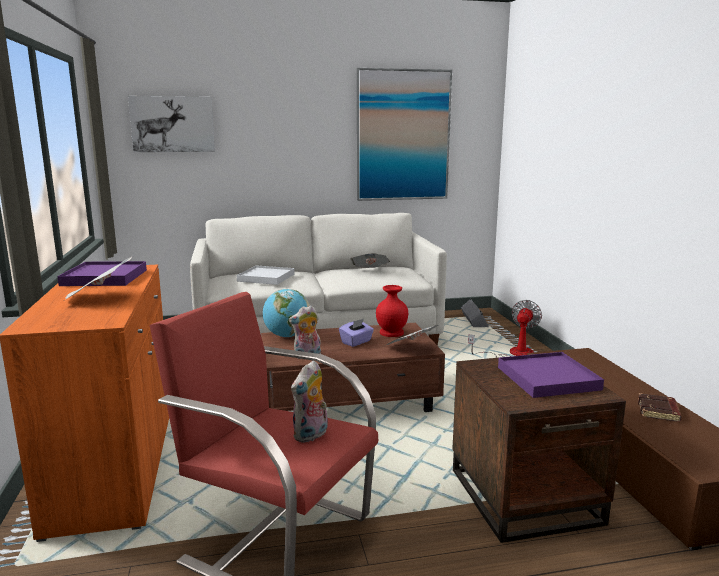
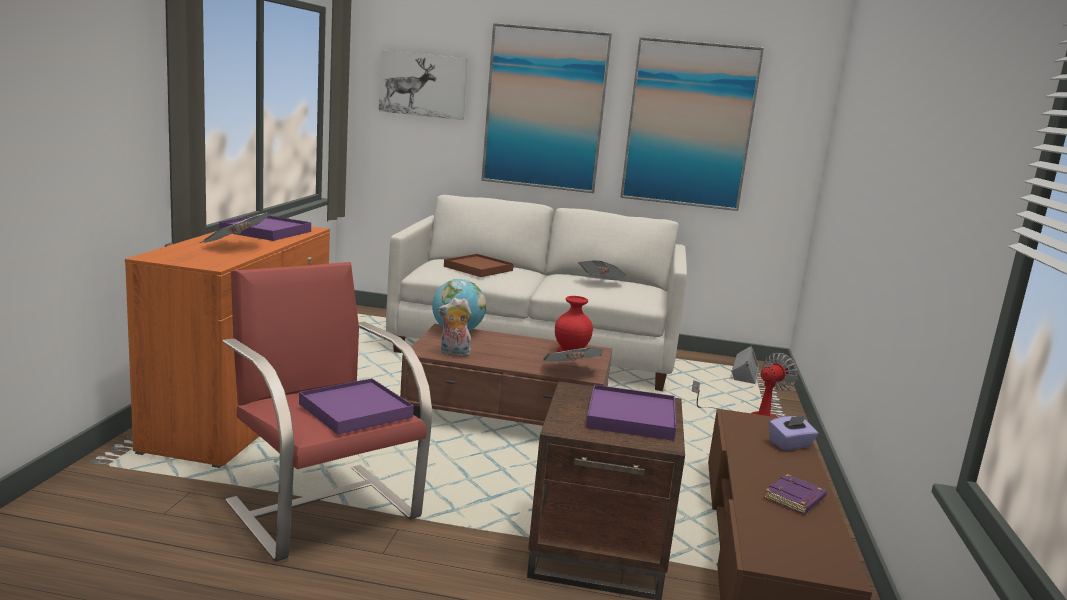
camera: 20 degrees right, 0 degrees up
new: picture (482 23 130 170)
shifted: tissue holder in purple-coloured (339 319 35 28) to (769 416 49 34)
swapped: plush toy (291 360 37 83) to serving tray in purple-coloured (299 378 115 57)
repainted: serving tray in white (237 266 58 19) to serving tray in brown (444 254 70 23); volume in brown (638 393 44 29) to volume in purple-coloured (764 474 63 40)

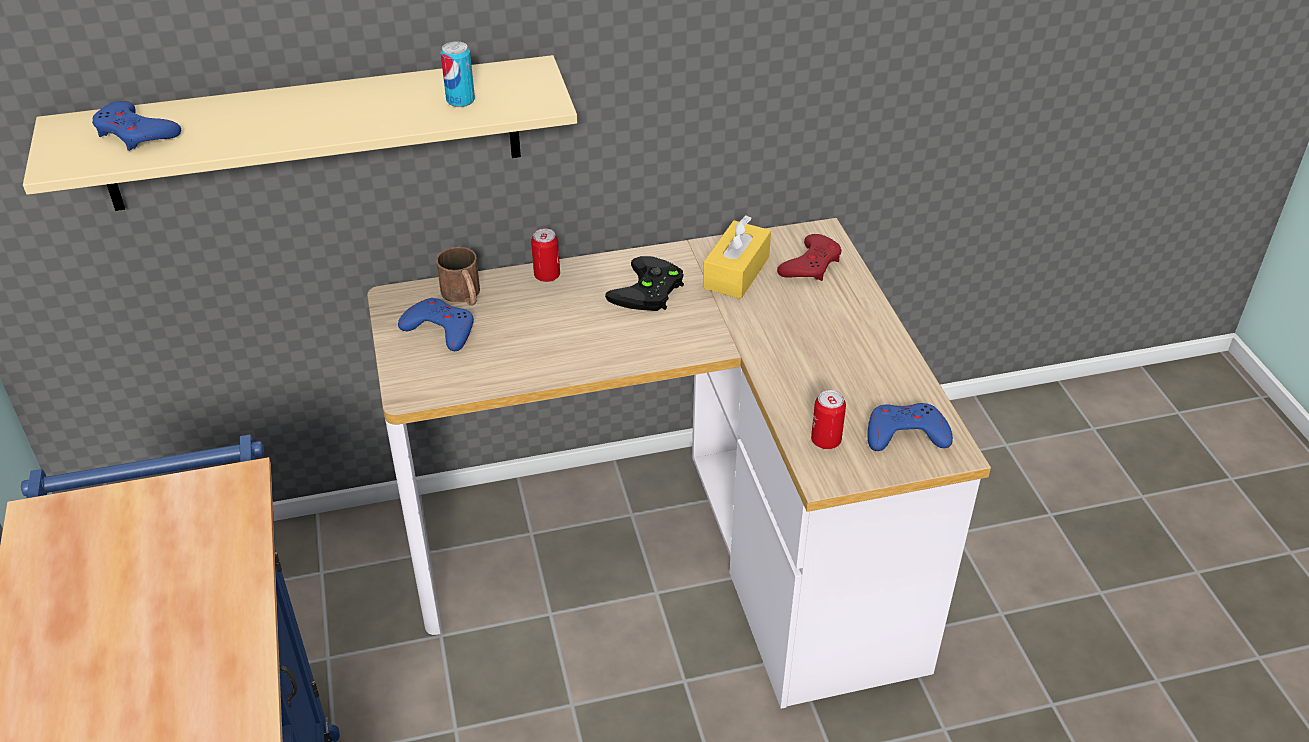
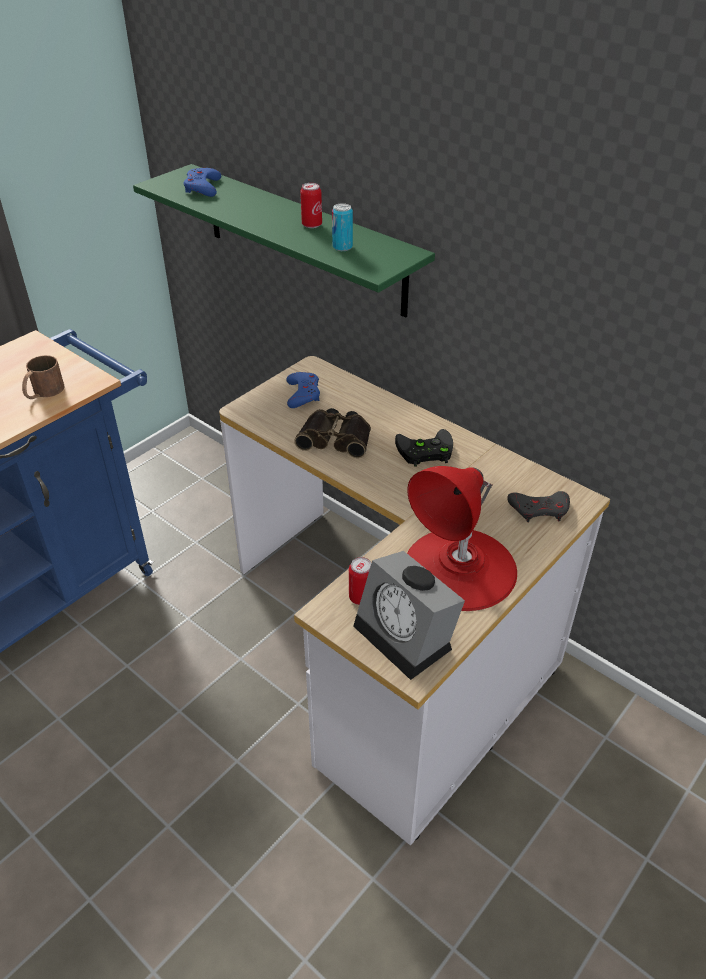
camera: 55 degrees right, 0 degrees up
gone: tissue holder in yellow (703 215 68 84)
new: binoculars (294 408 77 50); table lamp in red (407 466 110 145)
shifted: sealed can (531 228 29 54) to (300 183 22 45); coffee mug in brown (436 247 44 59) to (22 355 42 44)
swapped: joypad in blue (867 403 86 48) to alarm clock (353 551 112 129)
repainted: bracket shelf in beige (23 55 554 156) to bracket shelf in green-coloured (133 164 302 154); joypad in red (777 234 64 47) to joypad in grey (507 491 63 31)

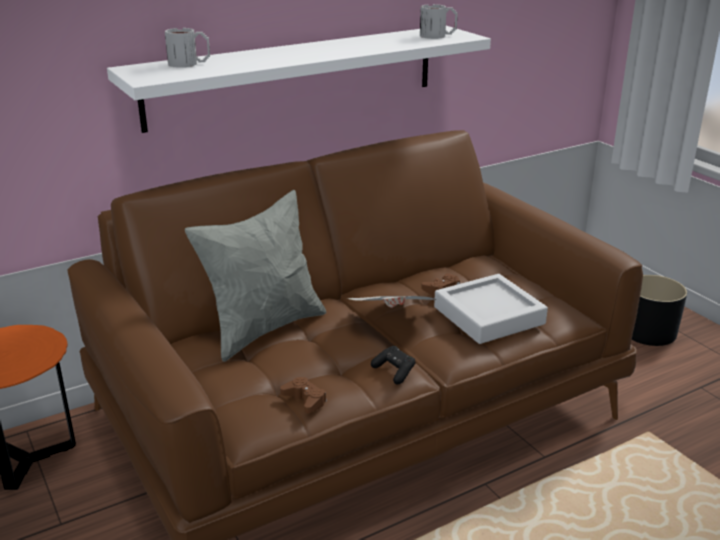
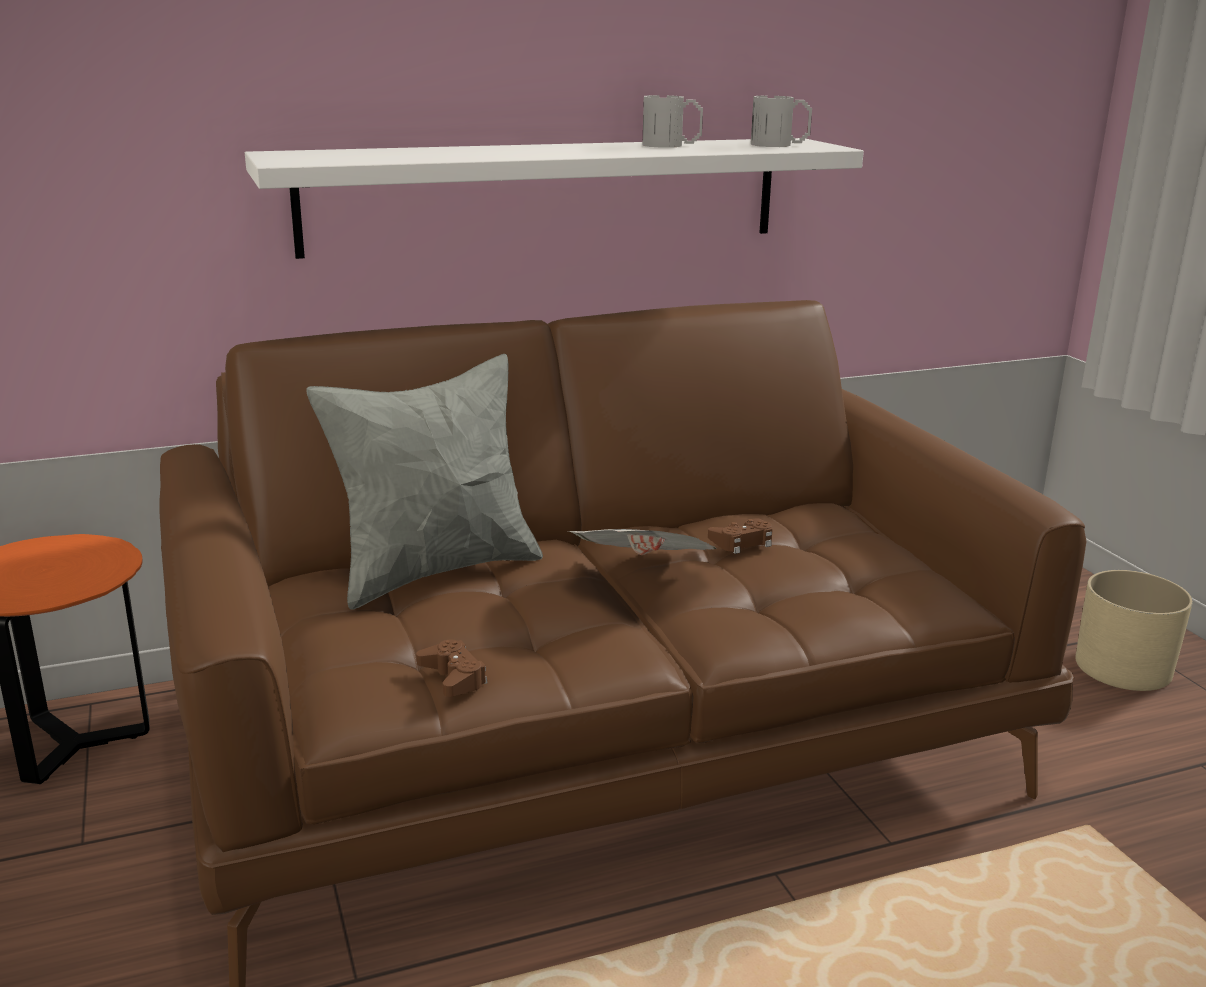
camera: 10 degrees right, 5 degrees down
gone: serving tray in grey (434 274 114 70); joypad in black-coloured (371 346 44 38)
shifted: coffee mug (165 28 45 40) to (642 95 61 53)
repainted: plant pot in black-coloured (632 275 55 71) to plant pot in beige (1075 570 118 121)

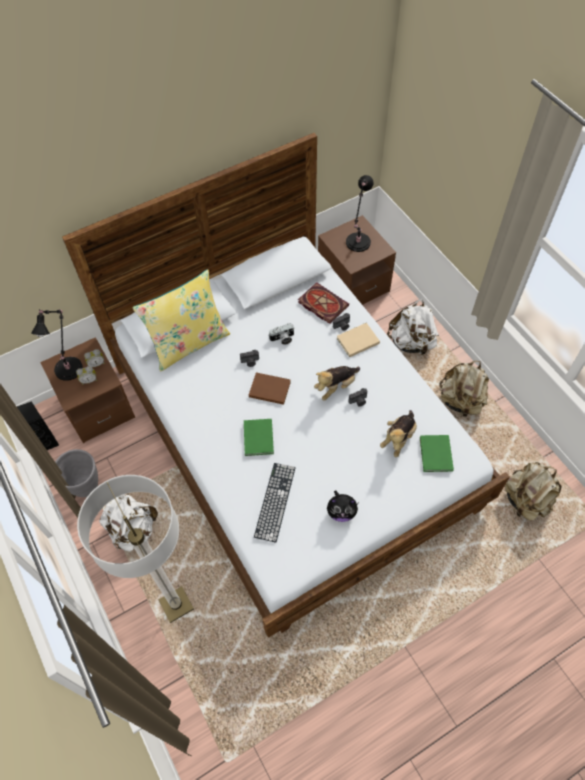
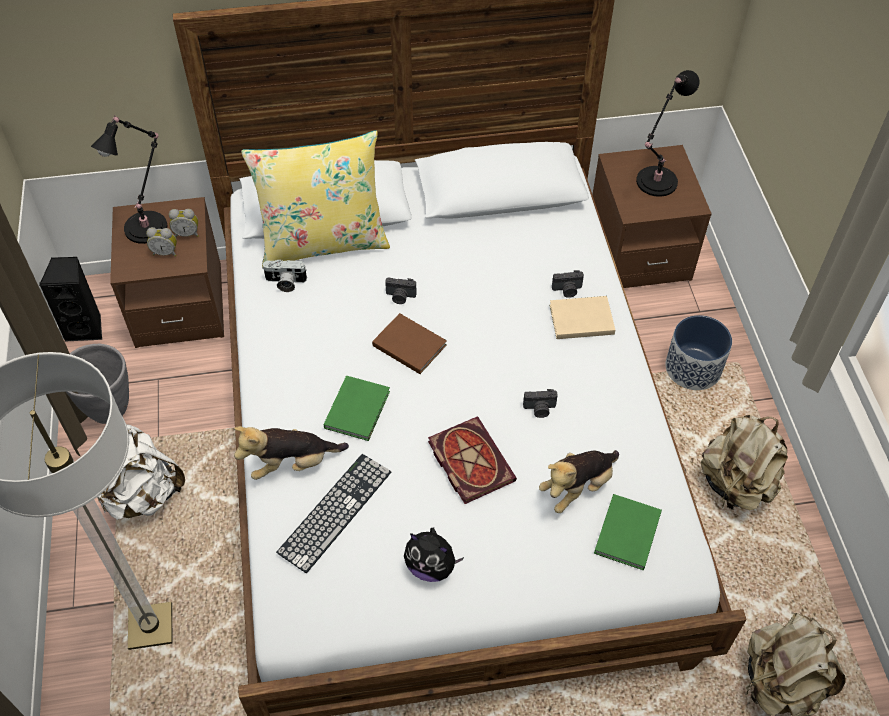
camera: 20 degrees right, 5 degrees down
shifted: volume (298 282 51 42) to (428 417 89 87); still camera (269 323 25 22) to (262 259 45 33); plush toy (314 366 46 34) to (234 426 115 54)
swapped: knapsack in white (387 299 52 56) to plant pot (665 315 67 75)

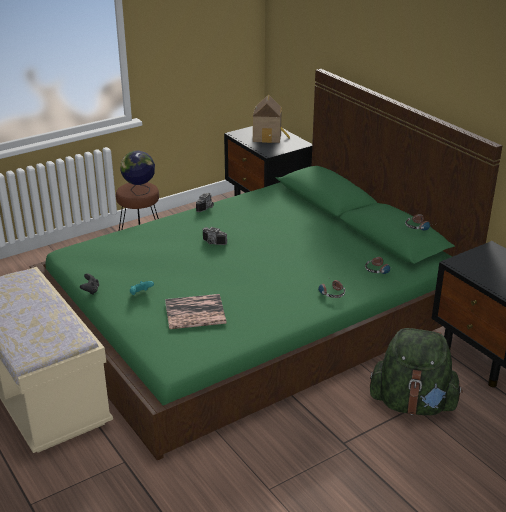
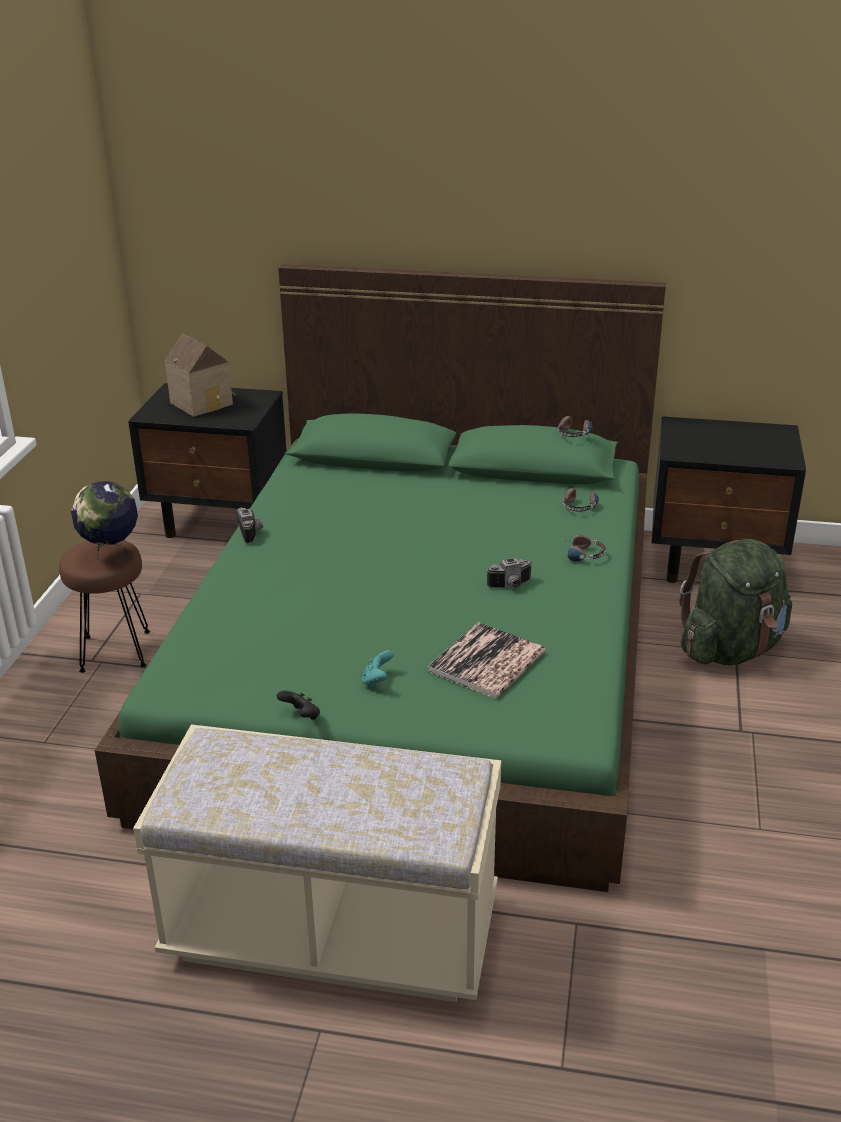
camera: 45 degrees left, 0 degrees up
shifted: still camera (202 227 25 18) to (487 557 45 31)

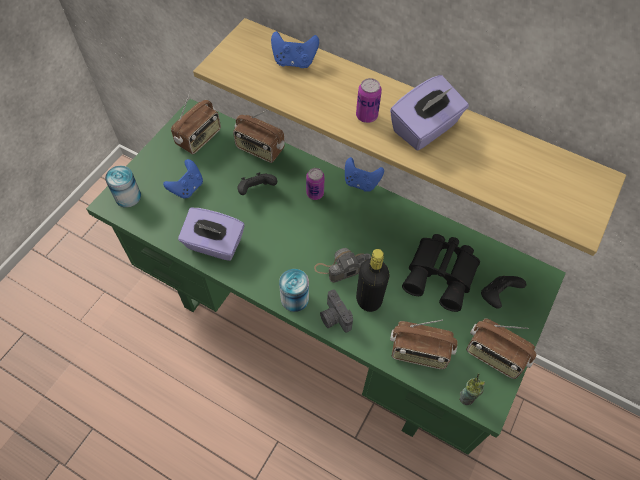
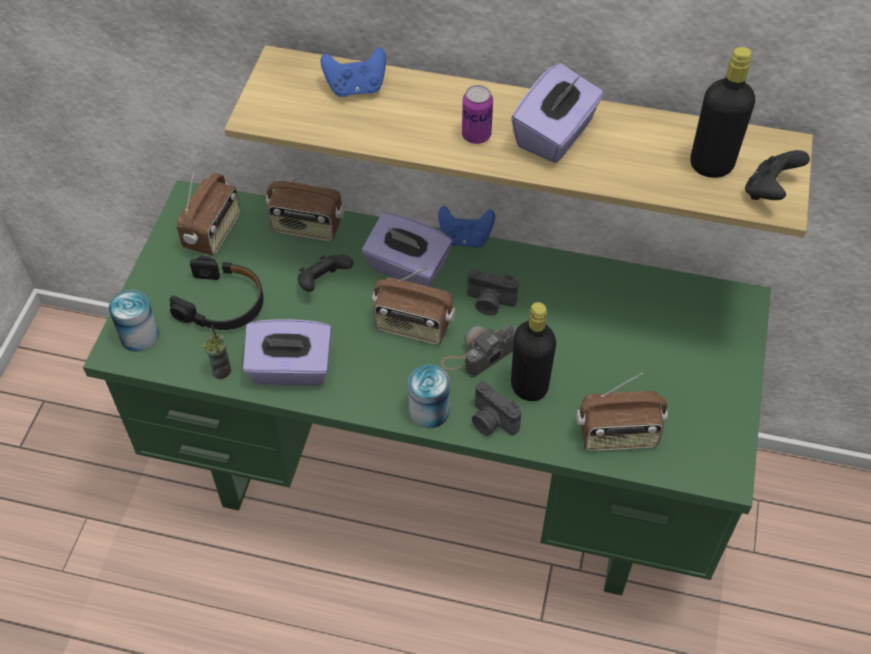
camera: 15 degrees left, 5 degrees down
gone: binoculars in black-coloured (402 234 78 78)
new: bottle in black-coloured (690 47 65 131); still camera (467 269 52 47)
shifted: joypad in black-coloured (481 276 45 33) to (745 150 65 50); radio set (466 318 70 61) to (372 266 83 79); cup (459 373 26 32) to (202 326 29 53)
swapped: joypad in blue (163 159 40 40) to headset in black-coloured (170 256 94 74); sealed can (306 168 19 32) to tissue holder in purple-coloured (362 212 90 75)

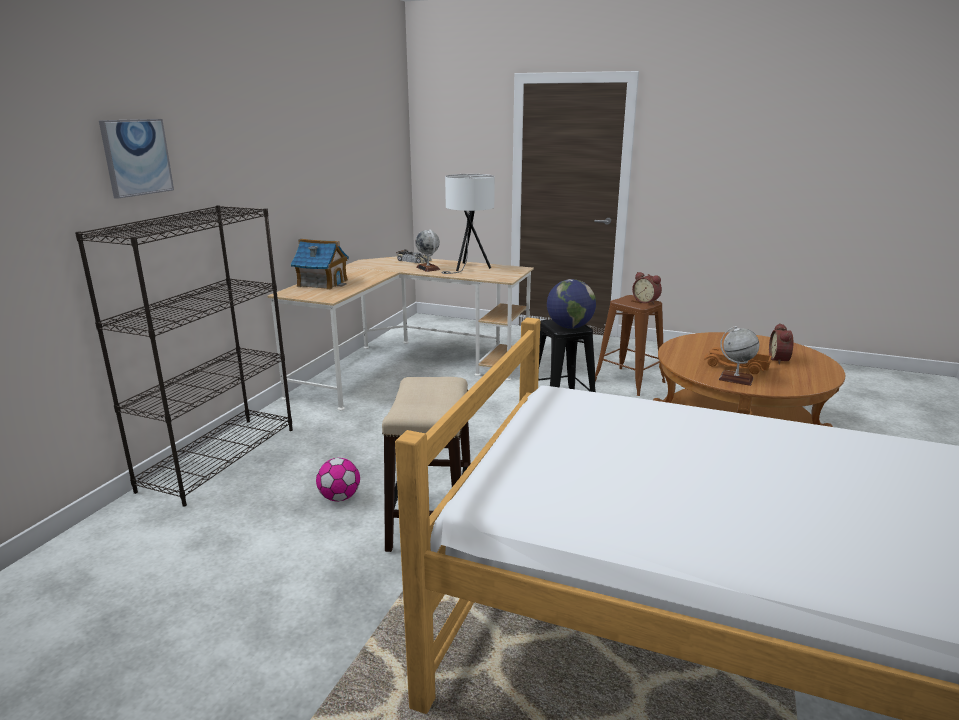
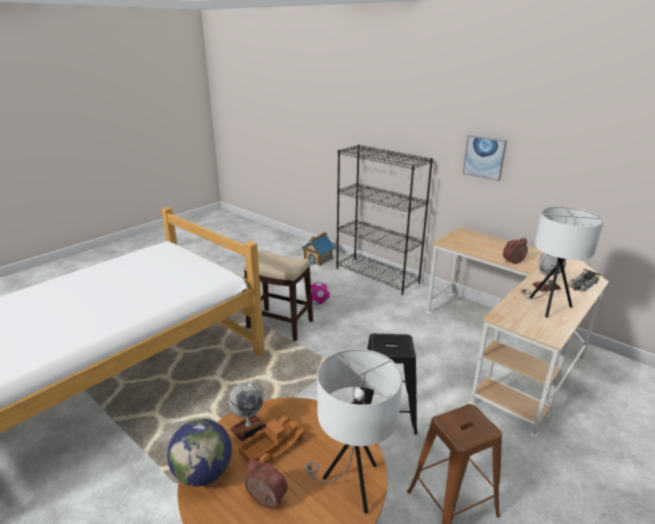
camera: 110 degrees right, 5 degrees up
new: table lamp in white (305 349 97 165)
shifted: picture (99 119 75 80) to (463 135 44 46); toy house (290 239 59 51) to (301 232 35 34); alarm clock (632 272 30 32) to (503 238 25 26); world globe (547 279 49 50) to (167 419 65 67)

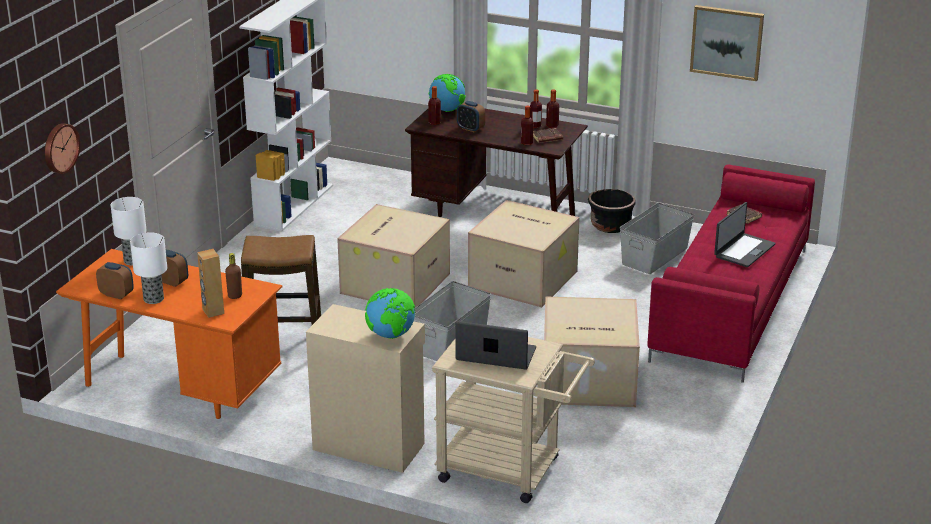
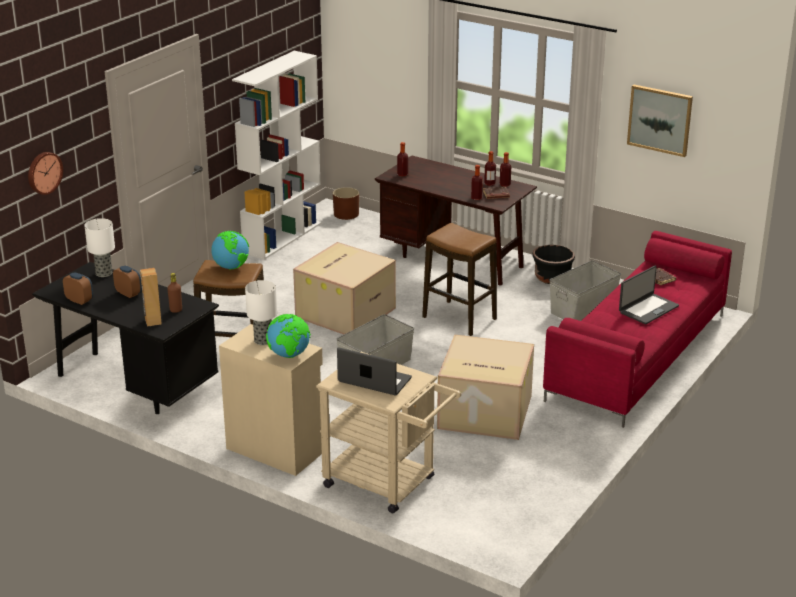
camera: 10 degrees right, 0 degrees up
gone: alarm clock (457 101 28 31)
new: plant pot in brown (333 187 26 33)
shifted: world globe (429 74 37 38) to (211 231 38 39); table lamp (130 232 37 72) to (245 280 32 65)
swapped: carton (468 200 112 107) to sitting stool (422 223 75 113)
repainted: desk table in orangey (56 249 226 170) to desk table in black-coloured (32 262 187 152)

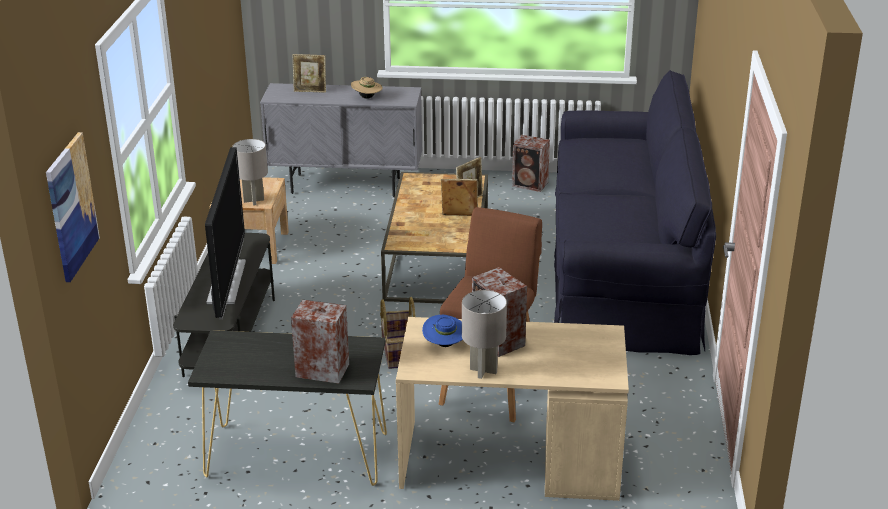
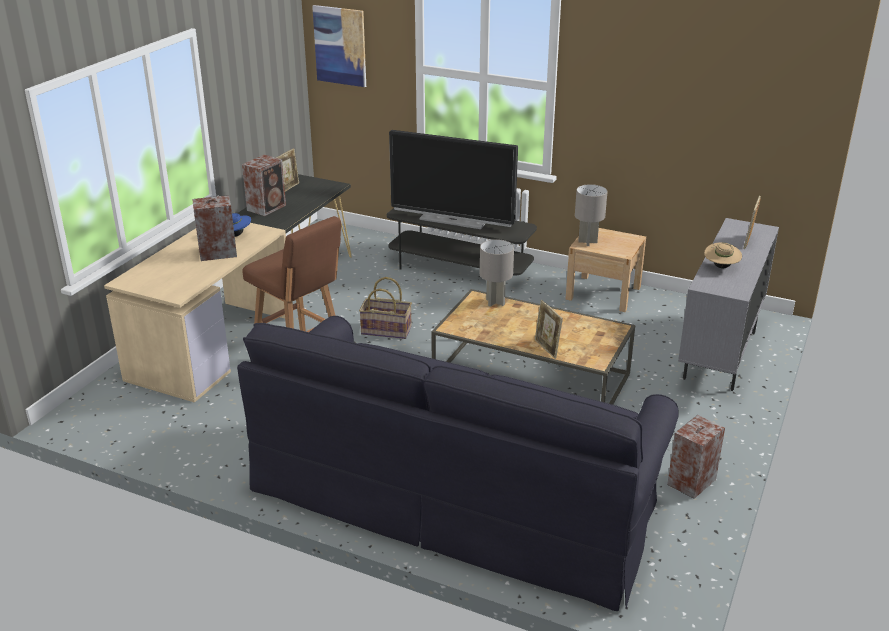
camera: 110 degrees right, 0 degrees up
shifted: photo frame (441 179 37 37) to (276 148 23 44); table lamp in grey (462 290 45 89) to (480 239 34 68)

